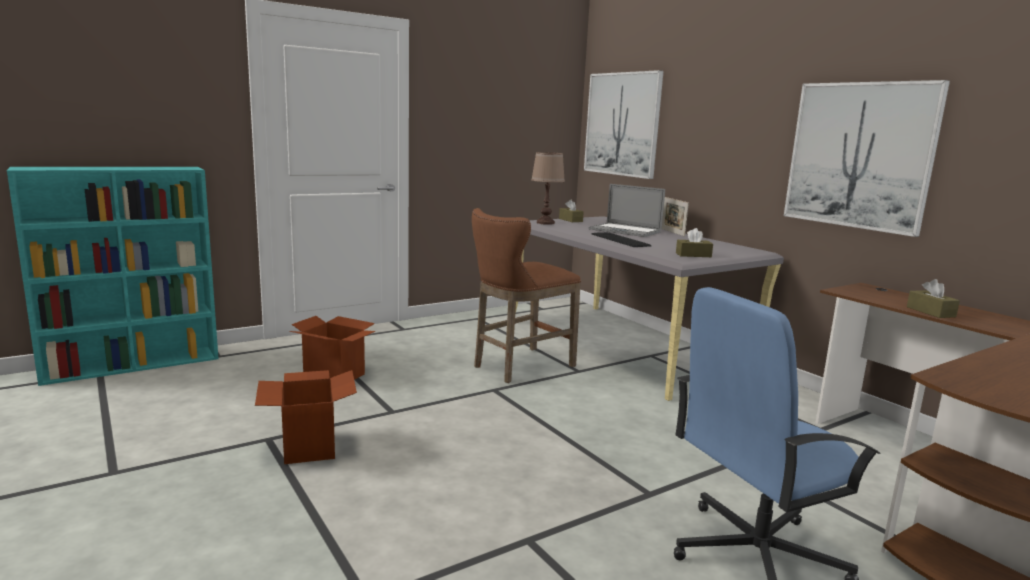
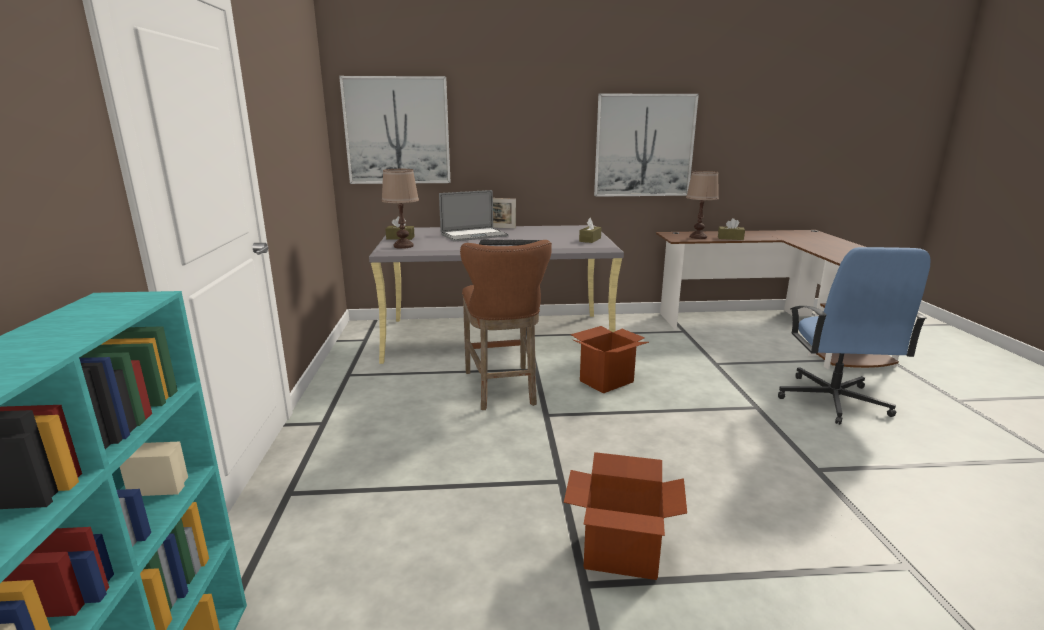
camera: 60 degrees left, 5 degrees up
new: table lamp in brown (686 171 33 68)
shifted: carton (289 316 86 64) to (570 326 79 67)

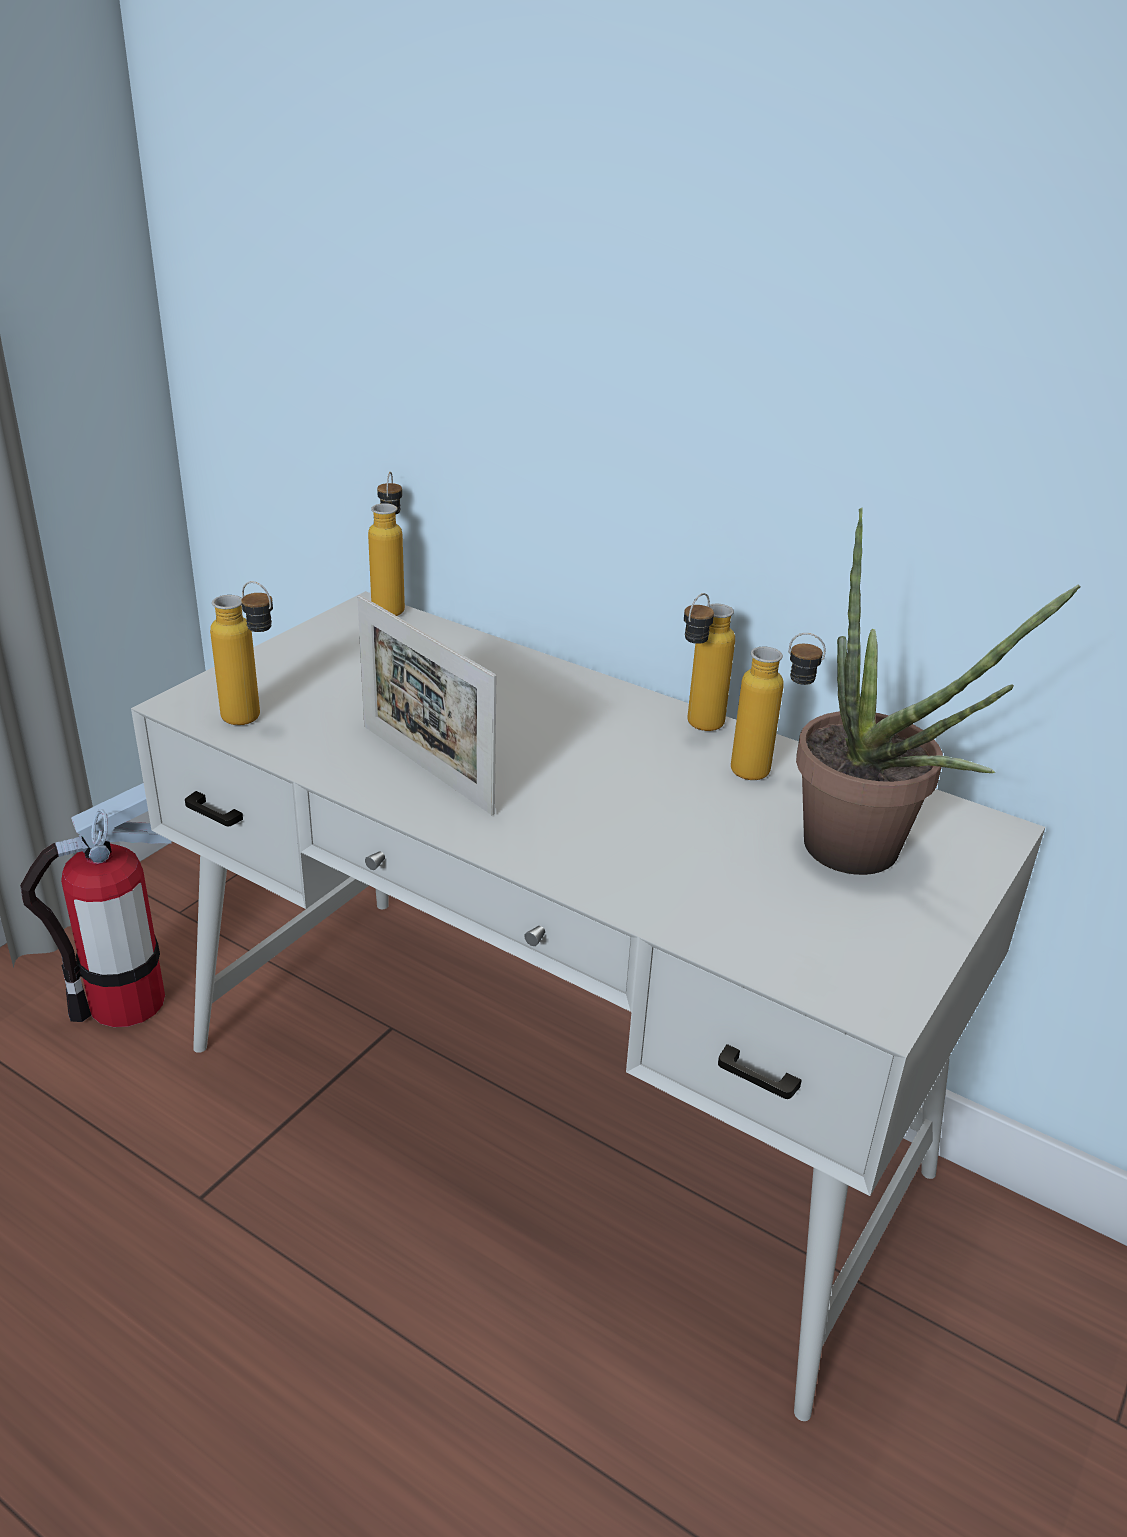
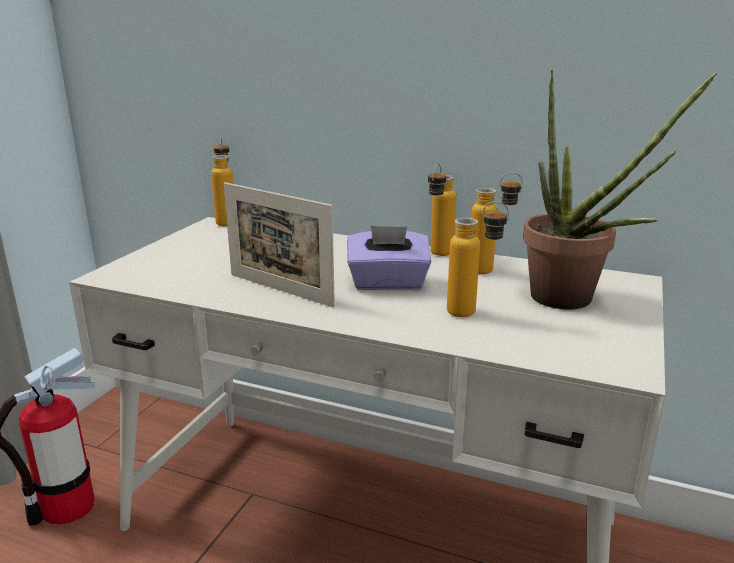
camera: 10 degrees left, 10 degrees down
new: tissue holder in purple-coloured (347 225 84 65)
shifted: bottle (210 581 63 144) to (447 201 62 116)

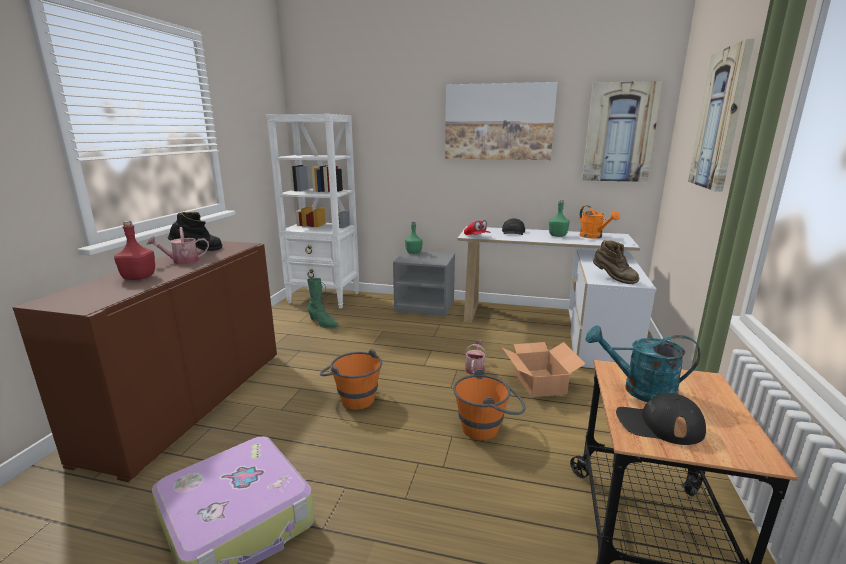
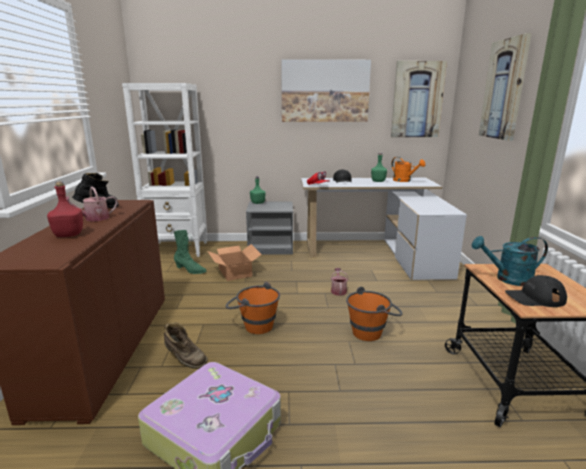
camera: 15 degrees left, 0 degrees up
shifted: tall boot in brown (593 240 46 44) to (164 323 44 46); carton (503 342 83 55) to (207 244 55 37)

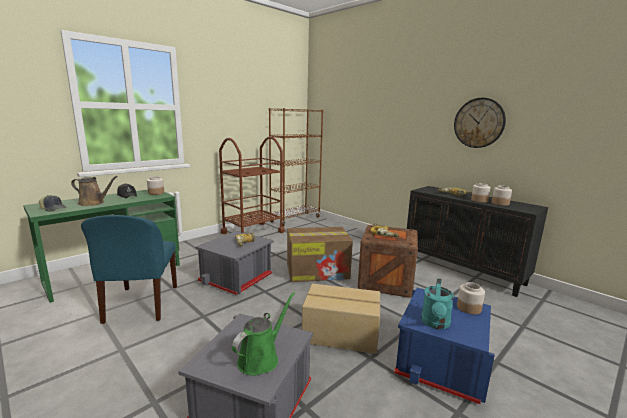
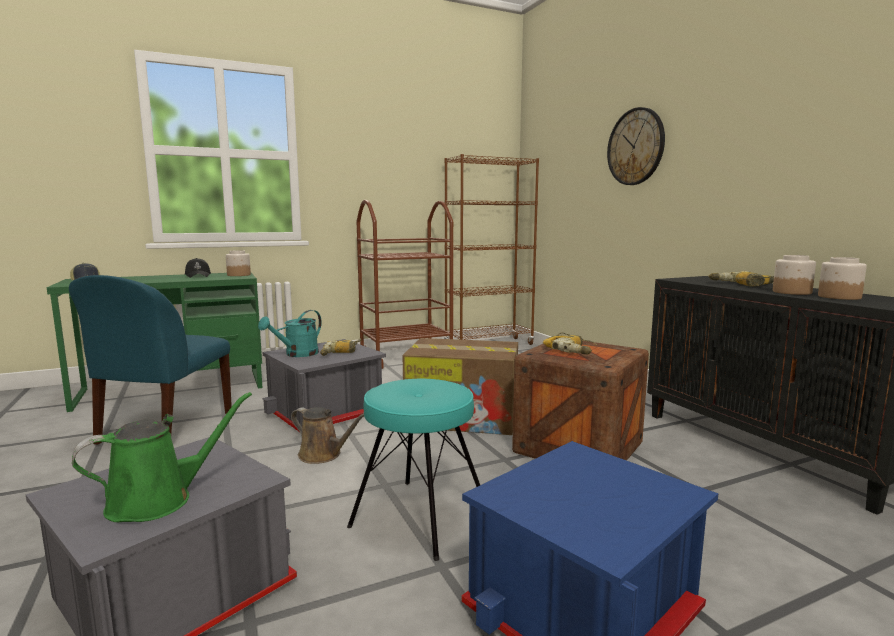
camera: 20 degrees right, 5 degrees down
gone: storage jar (457 282 28 33)
shifted: hanging clock (454 98 52 50) to (607 107 58 78); watering can in brown (71 176 47 30) to (291 407 73 57); watering can in blue-green (421 278 33 51) to (258 310 64 47)
swapped: carton (302 284 78 70) to sitting stool in blue-green (347 379 133 182)

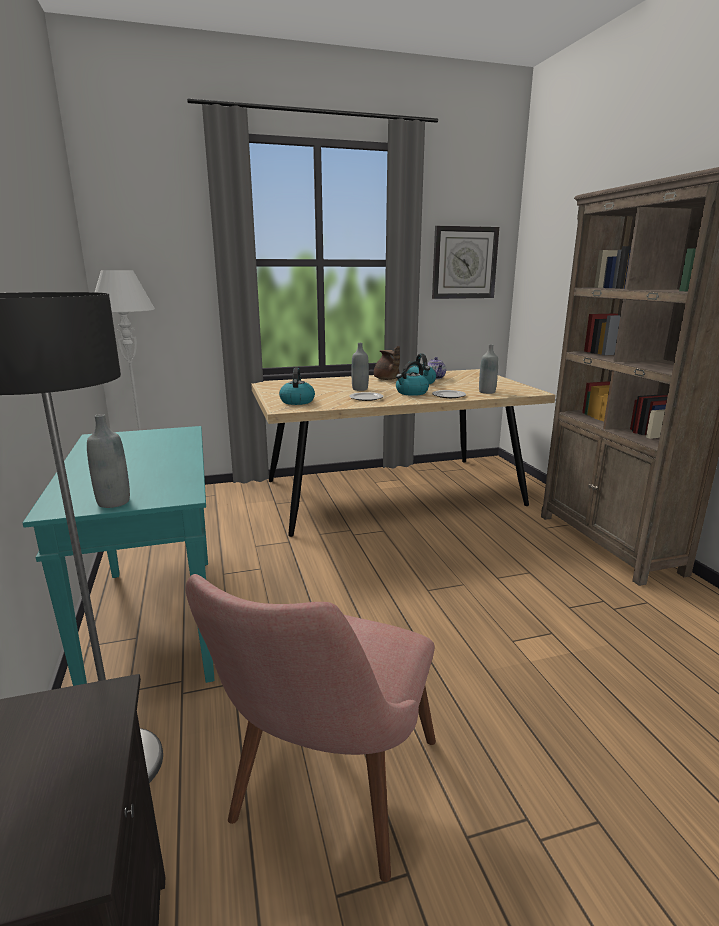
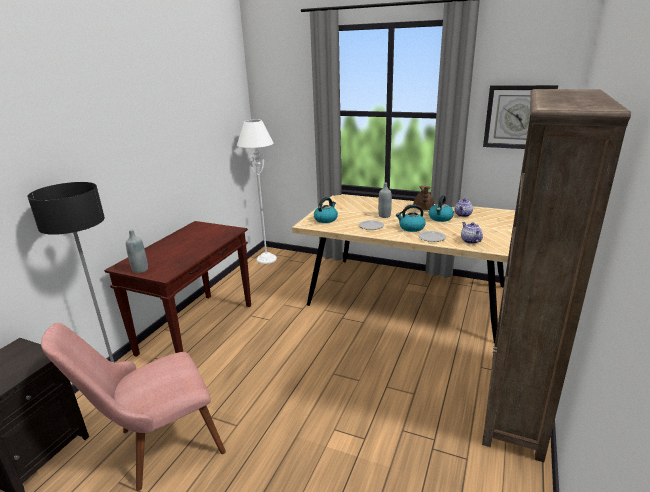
camera: 40 degrees right, 5 degrees up
swapped: bottle in grey (479 344 19 50) to pot for tea (461 222 22 22)
repainted: console table in blue-green (23 426 191 260) to console table in brown (104 221 147 136)

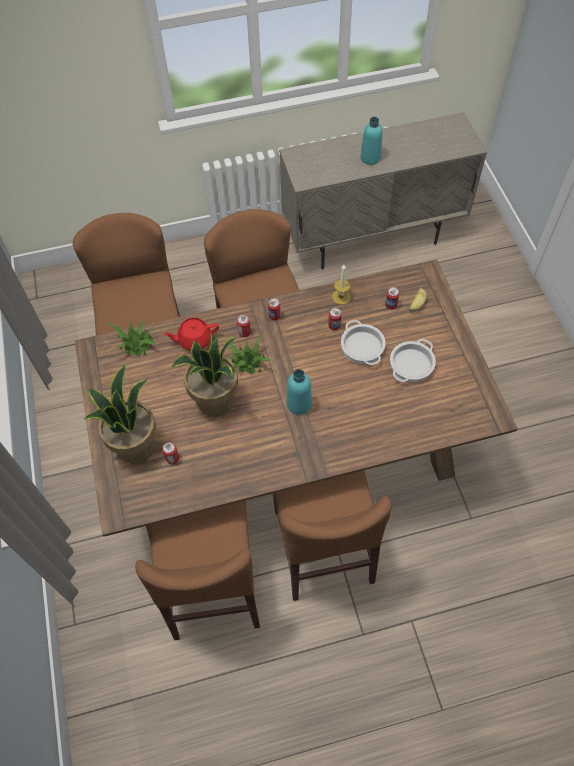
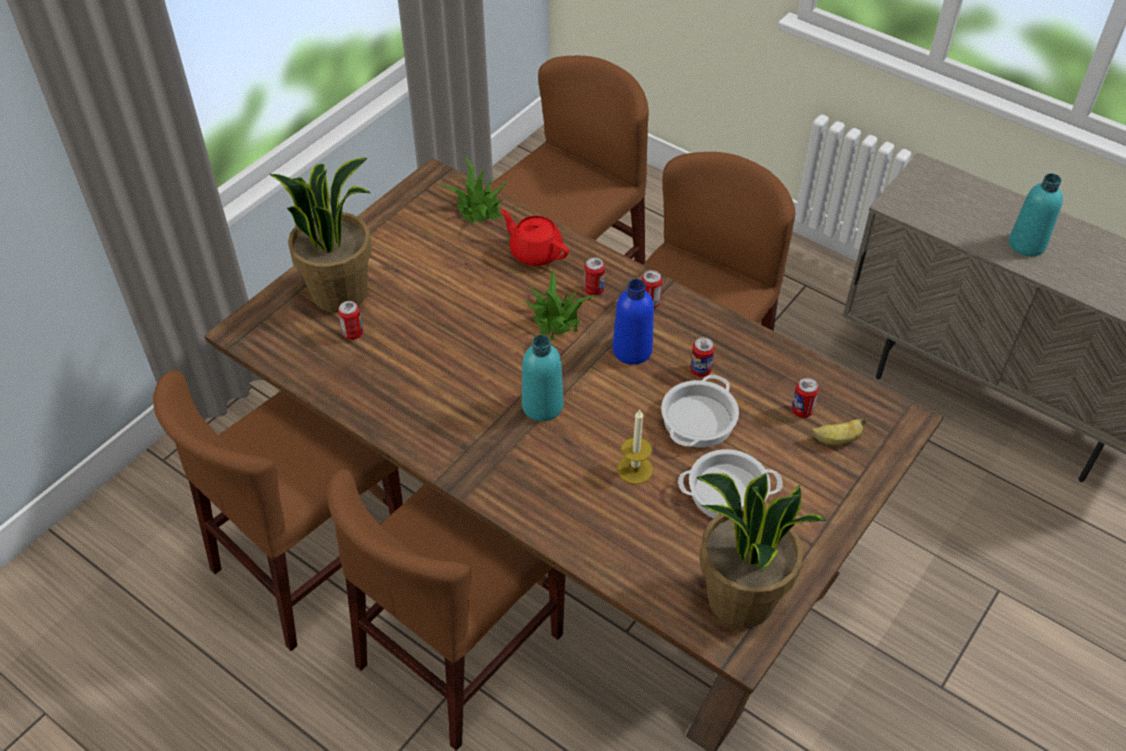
camera: 50 degrees right, 10 degrees down
new: bottle in blue (613 279 41 86)
shifted: wax candle (332 265 19 40) to (617 409 36 75); plant in a pot (172 333 66 84) to (696 473 131 155)

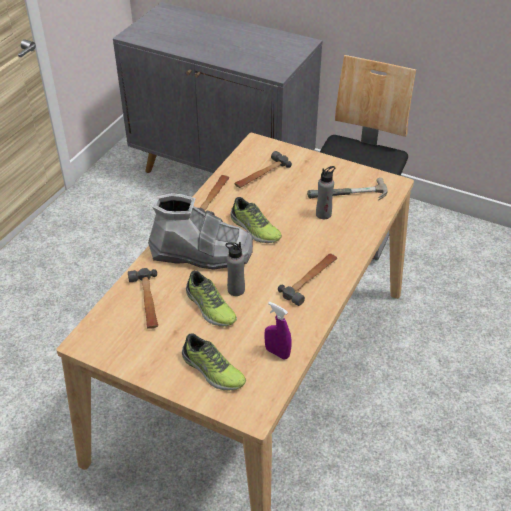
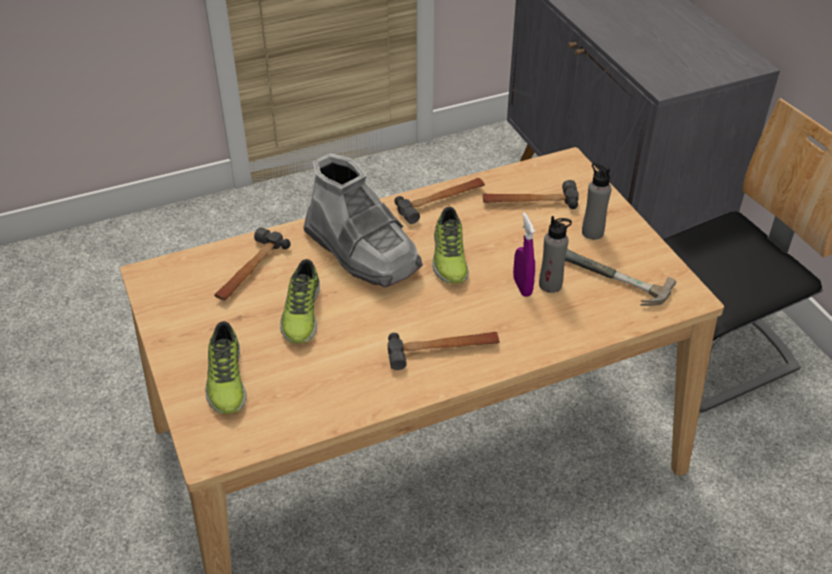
camera: 40 degrees right, 0 degrees up
shifted: bottle in grey (225 242 20 54) to (582 163 30 77); sprayer in purple-coloured (264 302 28 58) to (513 213 22 84)

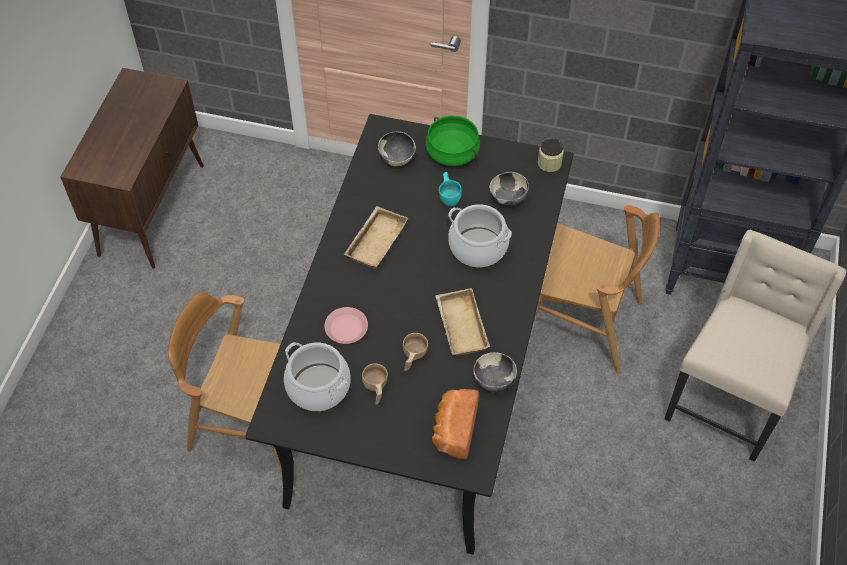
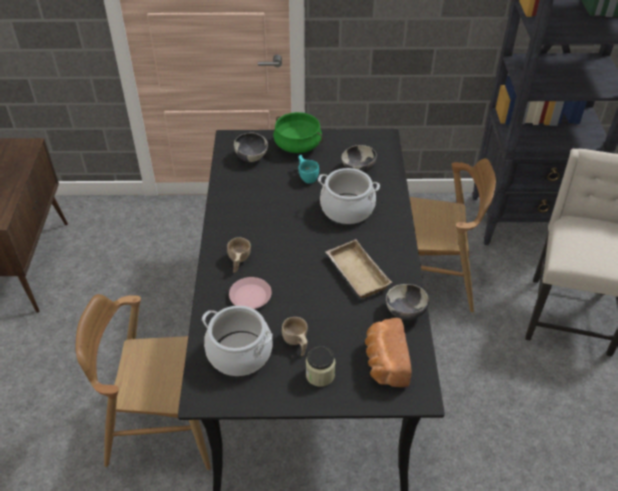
camera: 15 degrees left, 10 degrees down
gone: serving tray in beige (344 206 64 63)
shifted: storage jar (538 138 26 34) to (306 346 29 41); cup in beige (403 333 25 38) to (227 237 24 36)

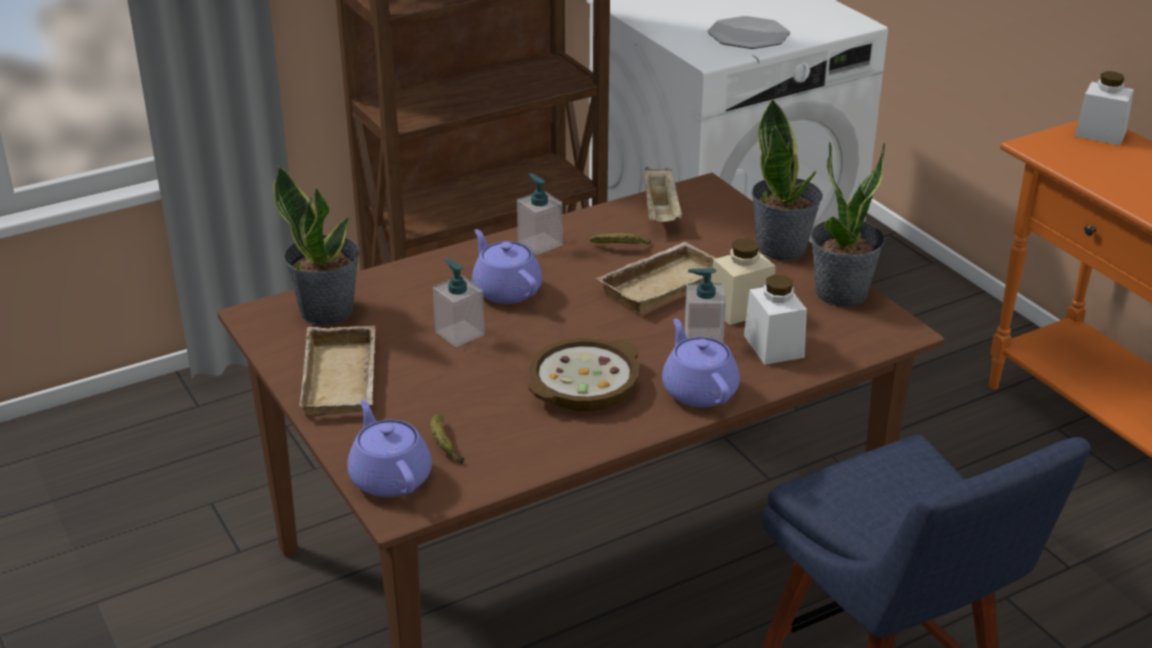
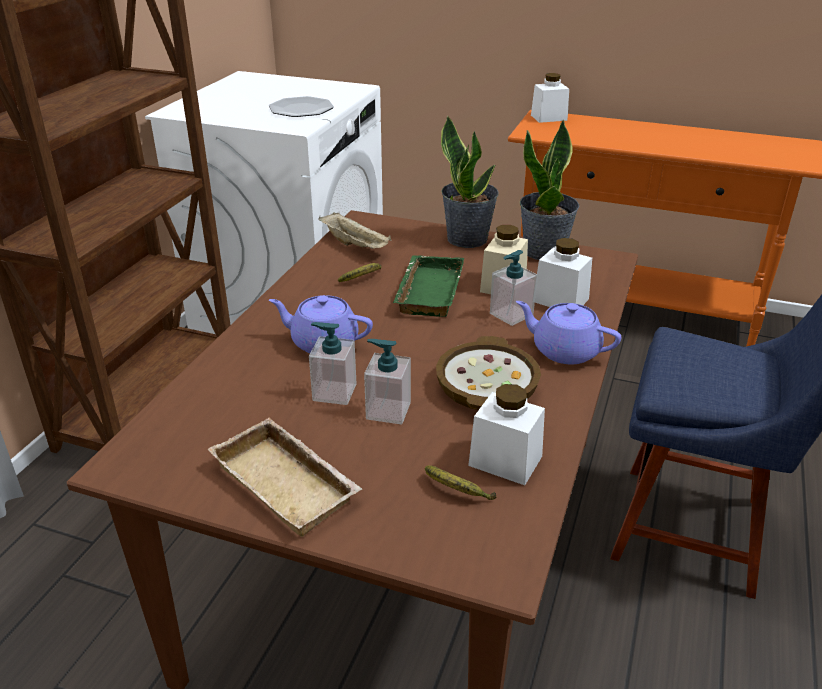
camera: 40 degrees left, 0 degrees up
gone: plant in a pot (273 165 86 160); pot for tea in purple-coloured (347 400 85 97)
new: storage jar in white (468 384 77 101)
shifted: soap bottle (517 173 46 82) to (364 339 47 86)
repainted: serving tray in beige (596 242 120 71) to serving tray in green-coloured (393 255 71 62)

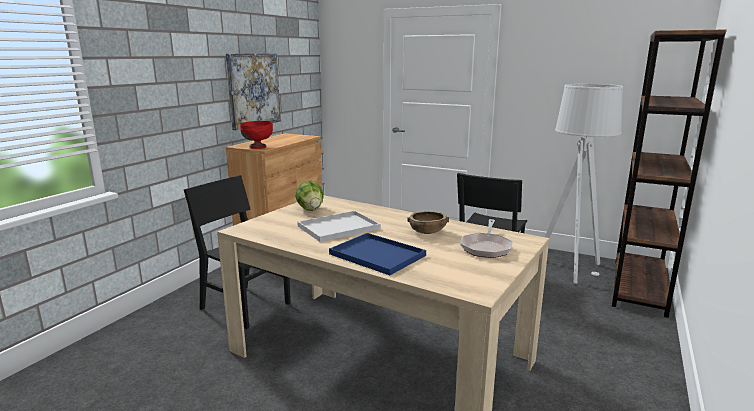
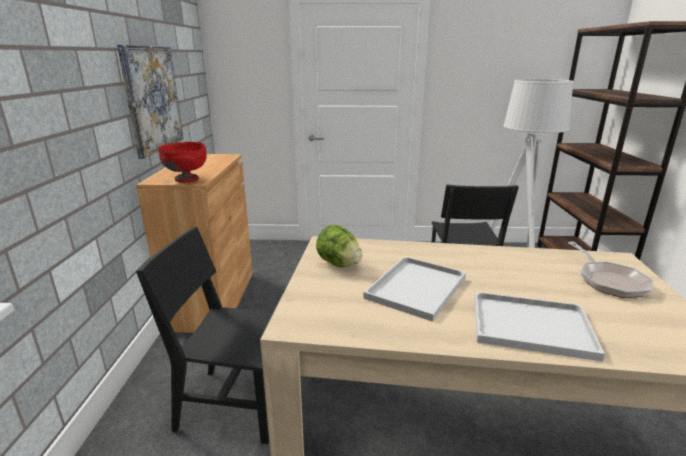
camera: 25 degrees left, 5 degrees up
gone: deep dish in brown (407 211 42 23)
repainted: serving tray in blue (329 233 97 42) to serving tray in white (475 292 130 70)

